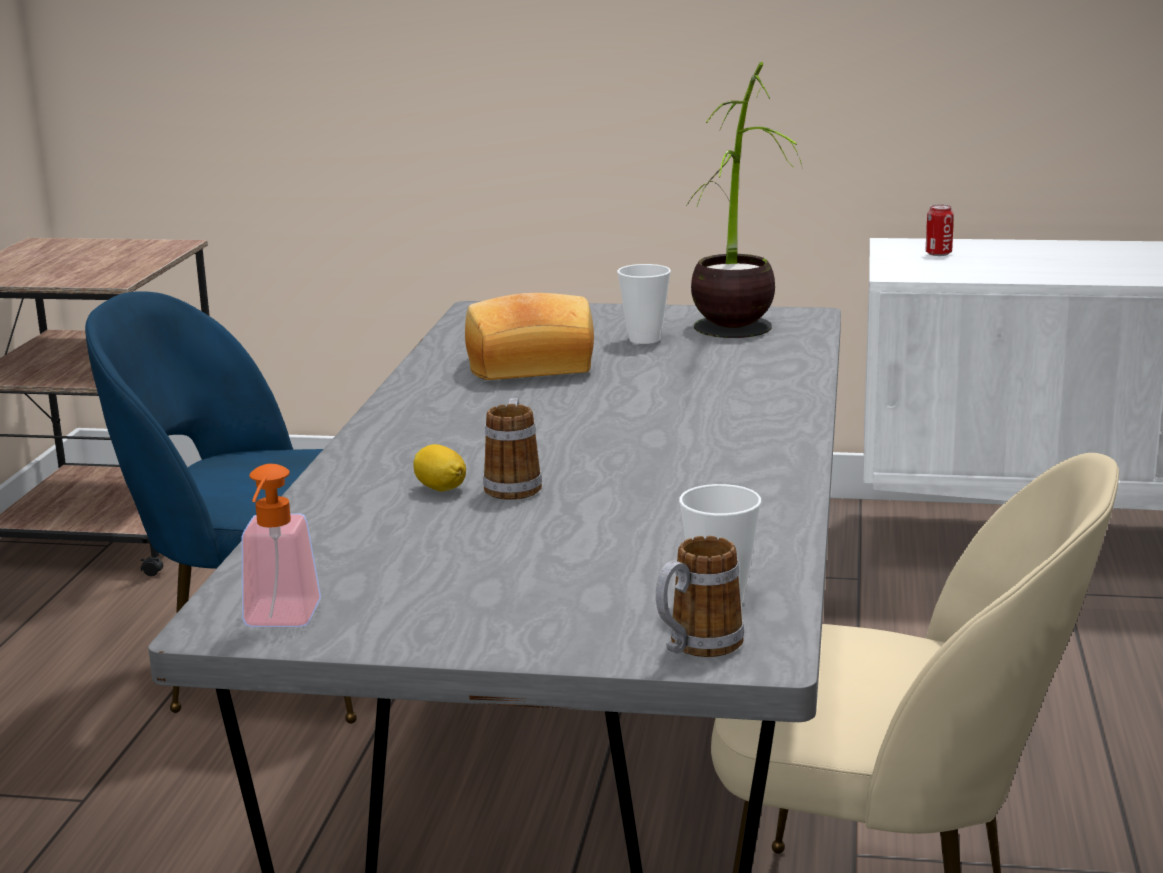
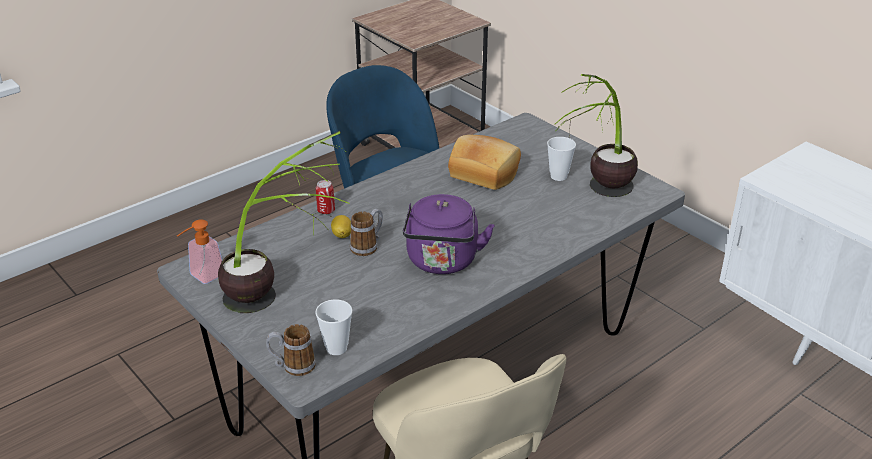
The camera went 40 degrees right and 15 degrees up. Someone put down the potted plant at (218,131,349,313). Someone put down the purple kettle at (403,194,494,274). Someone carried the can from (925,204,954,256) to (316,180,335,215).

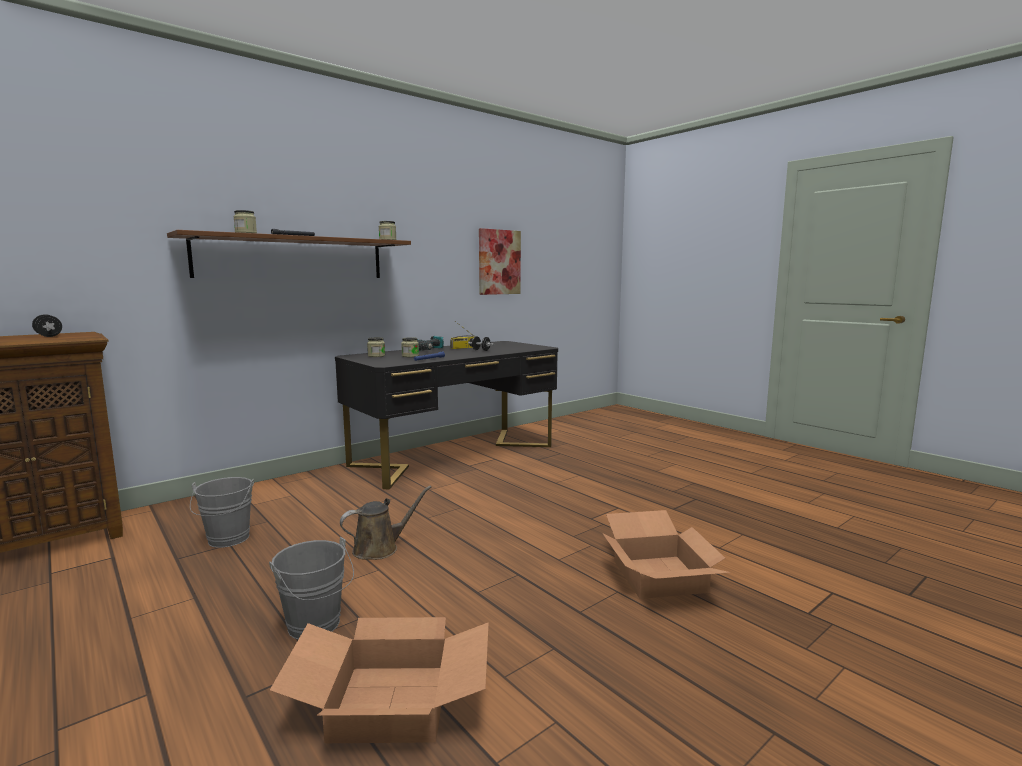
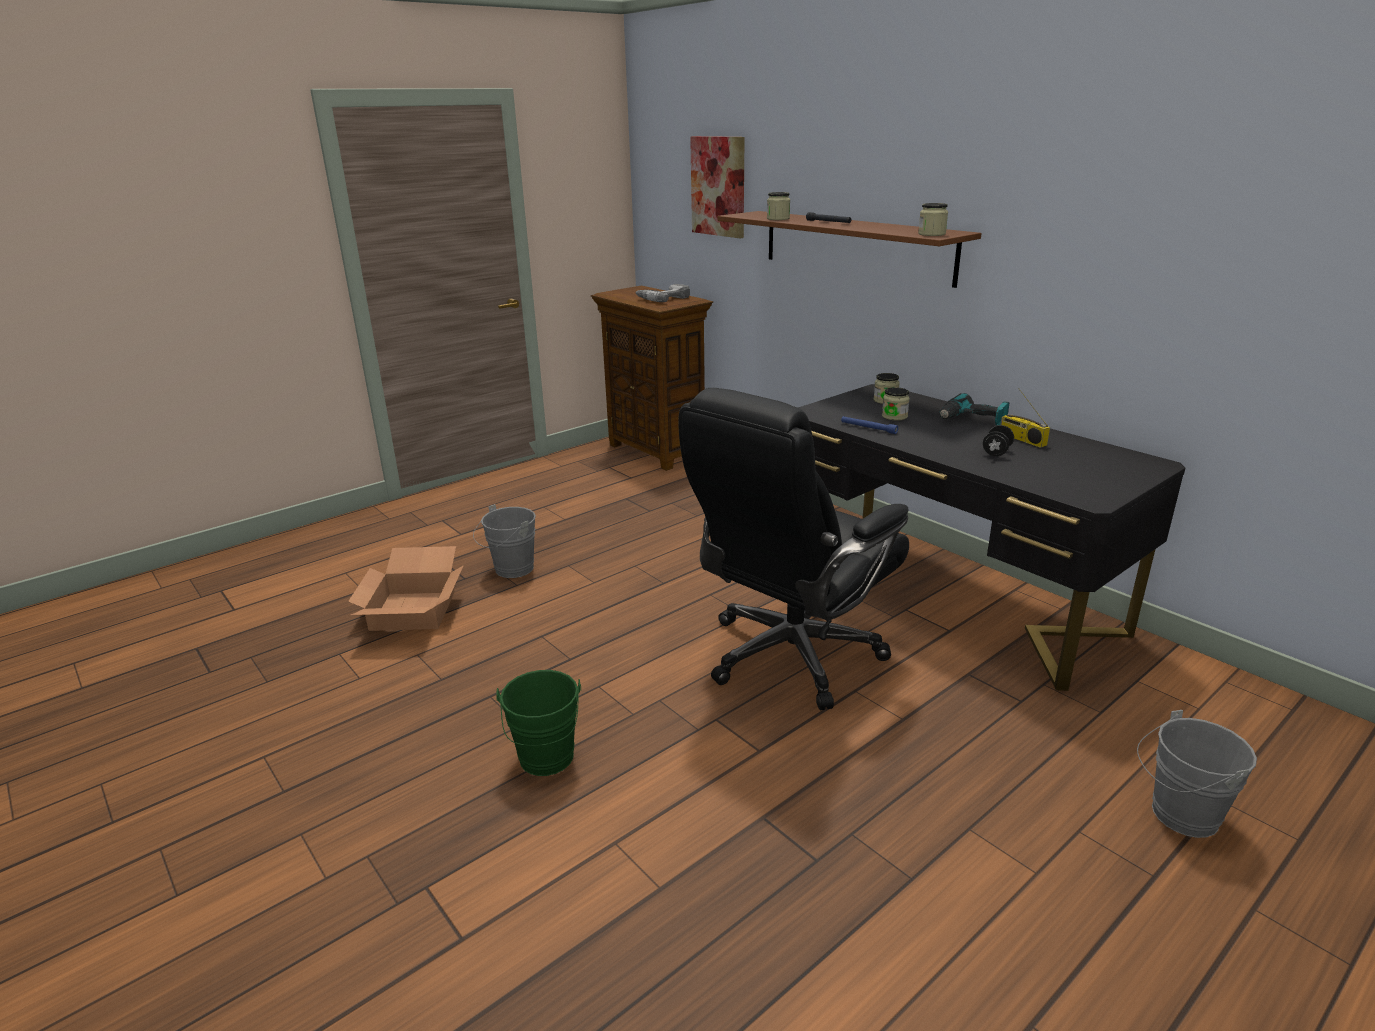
The camera went 90 degrees right and 15 degrees up. Someone took away the brown watering can at (340,486,431,560). Someone put down the black office chair at (678,388,909,710). Someone carried the grey bucket from (190,477,254,548) to (1137,710,1257,838). Someone carried the picture from (479,228,521,295) to (690,136,745,238). Someone swapped the black dumbbell at (32,314,62,337) for the power drill at (636,284,690,302). Someone swapped the cardboard box at (602,510,730,599) for the green bucket at (496,670,581,776).

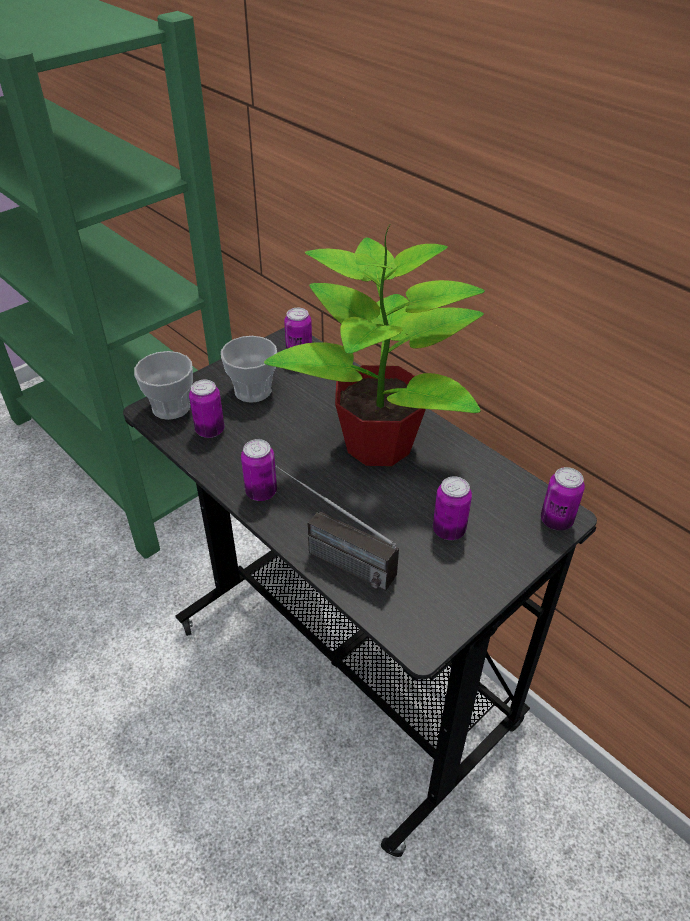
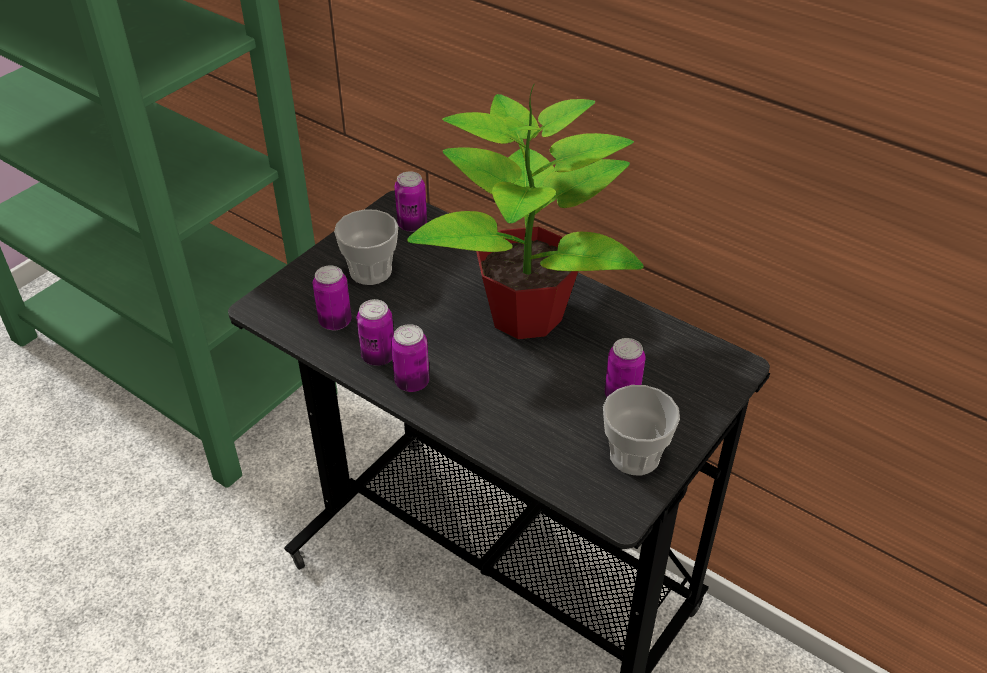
The camera went 10 degrees left and 0 degrees up. Someone took away the radio at (275,465,399,591). Someone carried the cup from (134,351,193,420) to (603,385,680,475). Someone carried the can from (541,467,585,531) to (357,299,394,366).

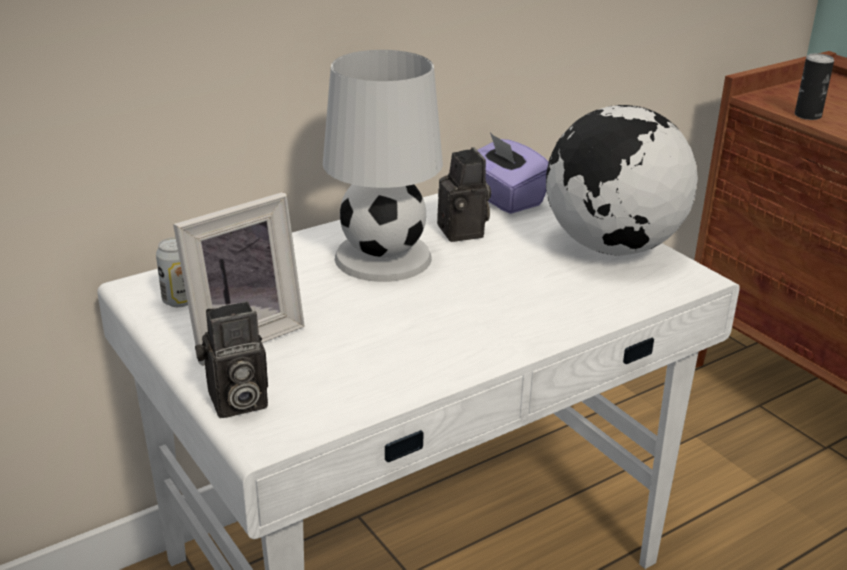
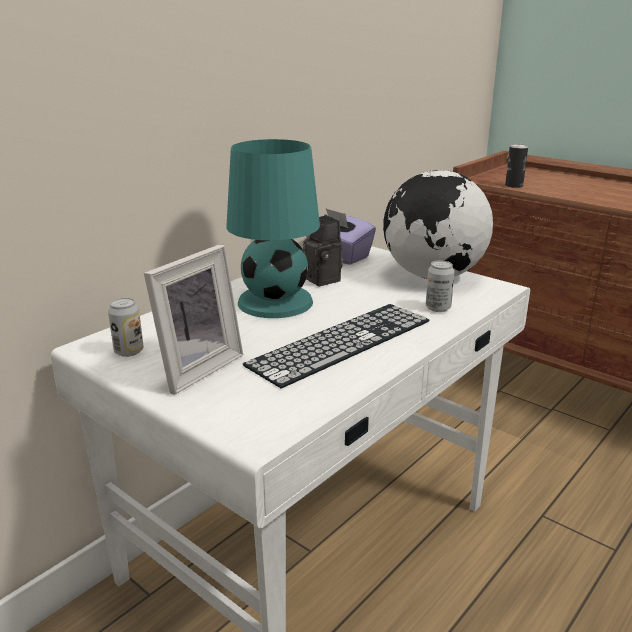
The camera went 15 degrees left and 5 degrees down. Someone took away the photo camera at (195,301,268,418). Someone put down the keyboard at (243,304,429,389). Someone put down the can at (426,260,455,312). Someone repainted the white table lamp at (323,50,443,282), which became the turquoise table lamp at (226,139,320,318).

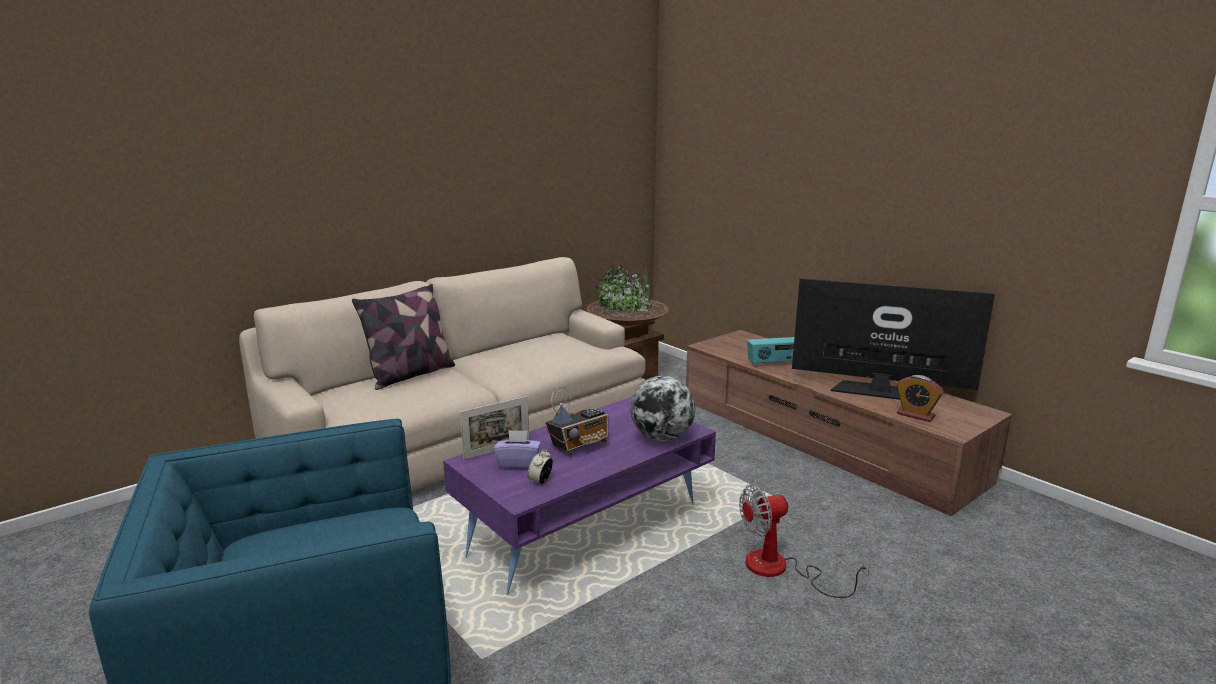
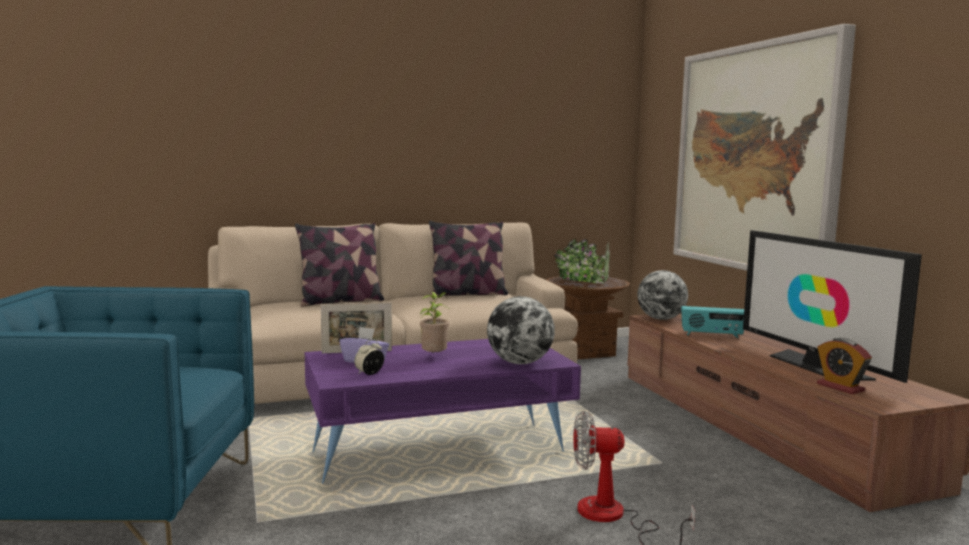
The camera went 20 degrees right and 10 degrees down. Someone put down the pillow at (429,221,508,297). Someone put down the globe at (637,270,688,320). Someone put up the picture at (673,24,856,271). Someone swapped the radio at (546,386,609,455) for the potted plant at (420,291,449,353). Someone rotated the television at (792,278,995,400) by 150 degrees counterclockwise.

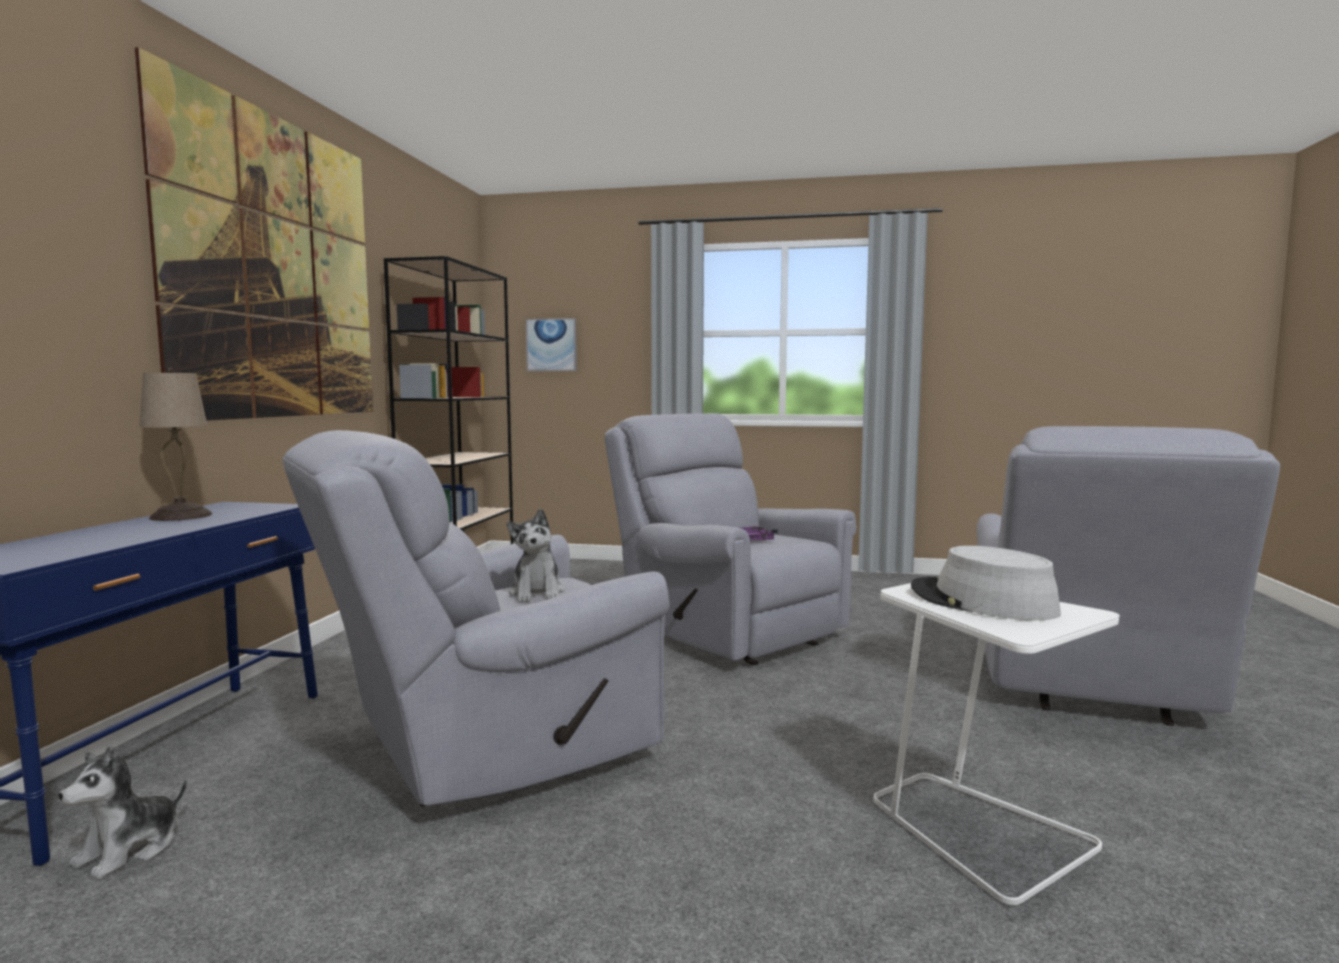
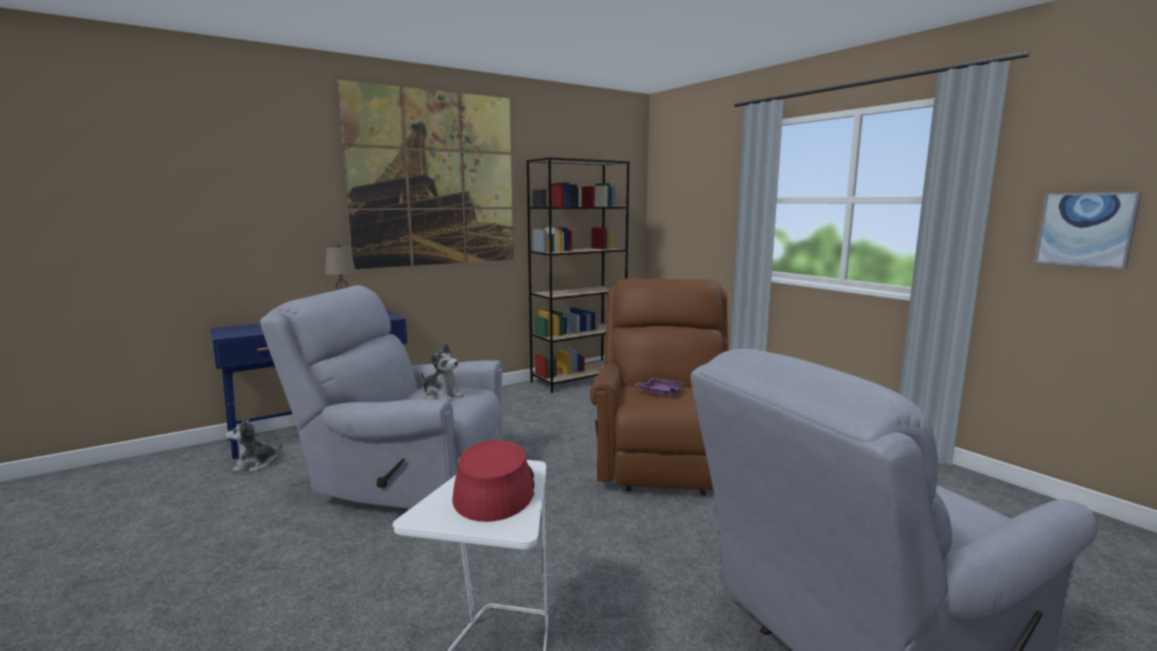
The camera went 45 degrees right and 5 degrees up. Someone carried the picture from (526,318,577,371) to (1035,192,1142,269). Someone repainted the grey armchair at (604,413,857,665), which became the brown armchair at (590,278,729,495). Someone repainted the grey hat at (911,546,1061,620), which became the red hat at (453,440,535,522). Someone rotated the plush toy at (507,509,565,602) by 90 degrees counterclockwise.

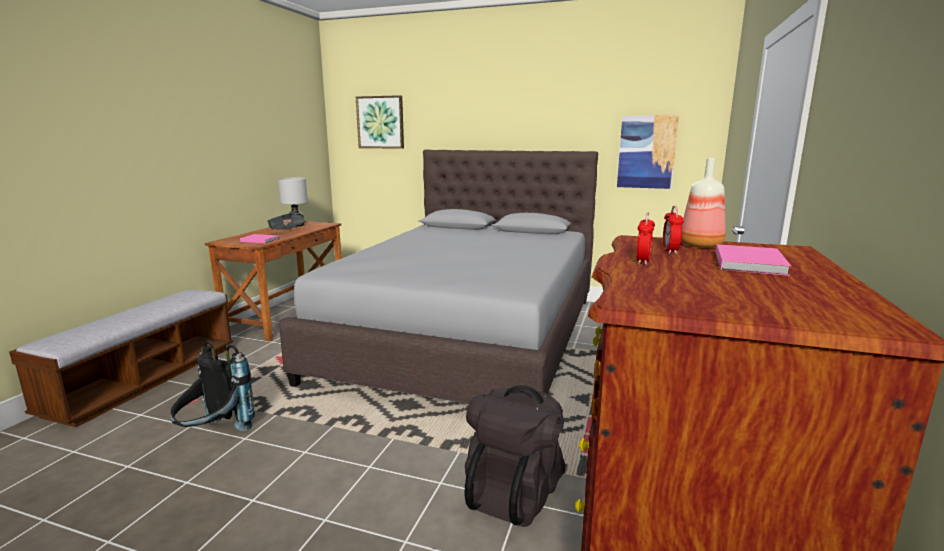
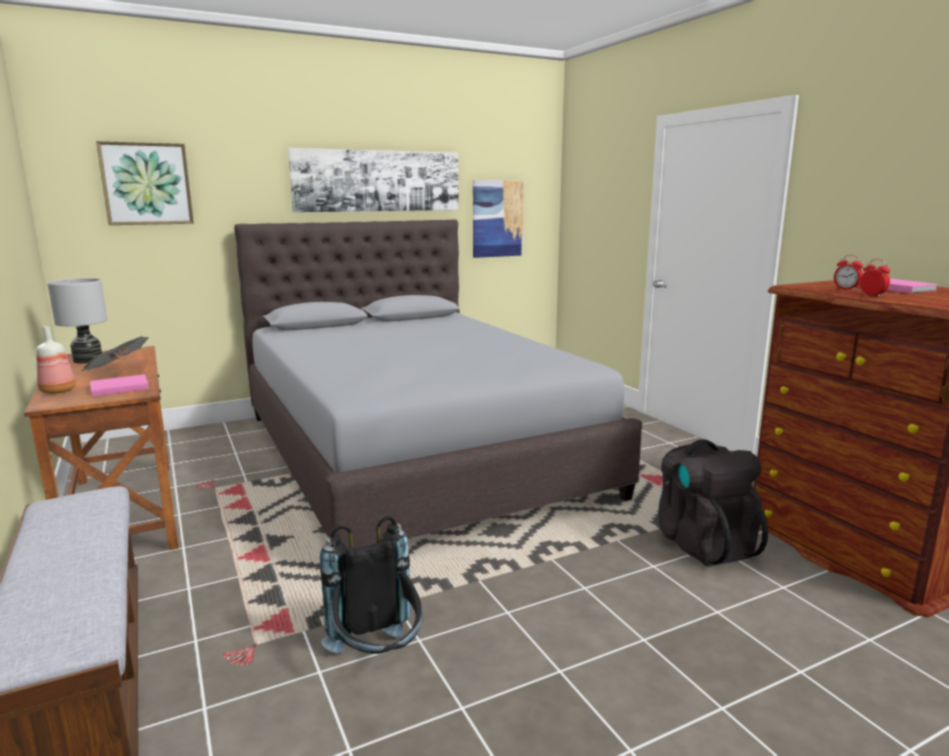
The camera went 45 degrees left and 0 degrees up. Someone put up the picture at (288,148,459,212). Someone carried the bottle from (681,158,726,248) to (36,326,76,394).

